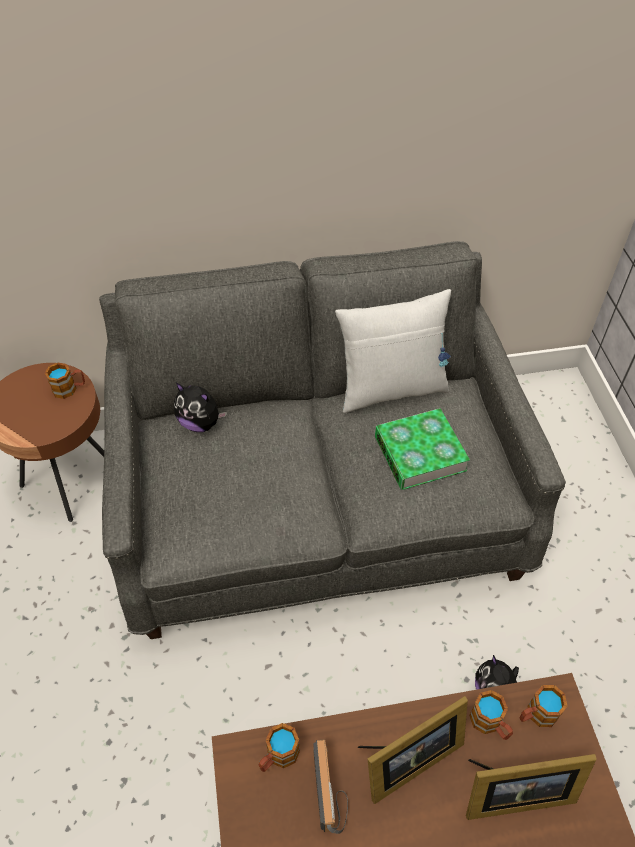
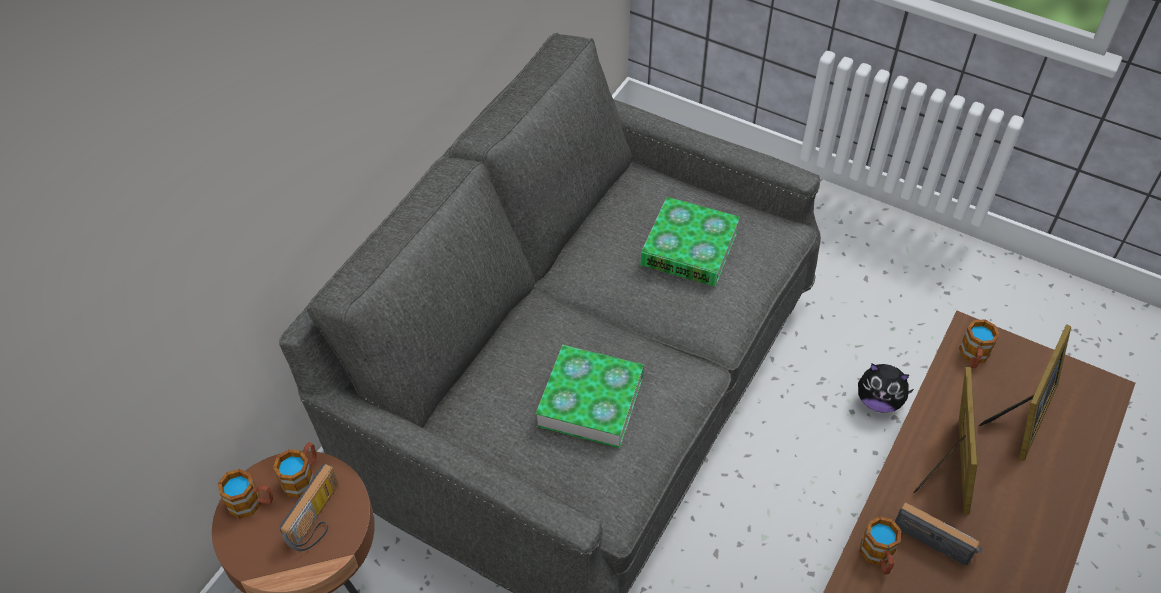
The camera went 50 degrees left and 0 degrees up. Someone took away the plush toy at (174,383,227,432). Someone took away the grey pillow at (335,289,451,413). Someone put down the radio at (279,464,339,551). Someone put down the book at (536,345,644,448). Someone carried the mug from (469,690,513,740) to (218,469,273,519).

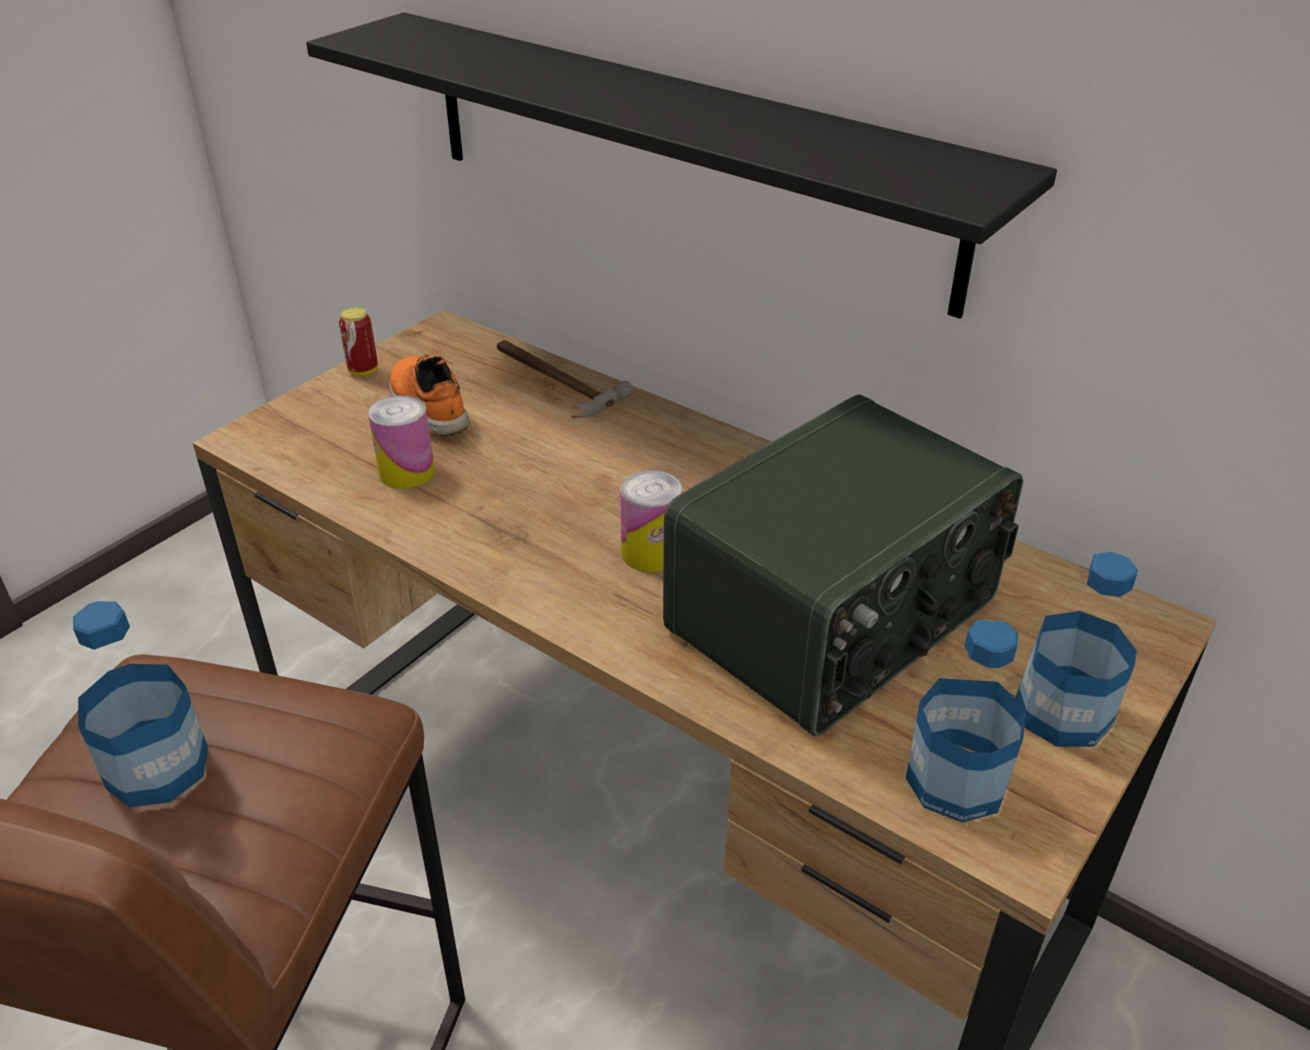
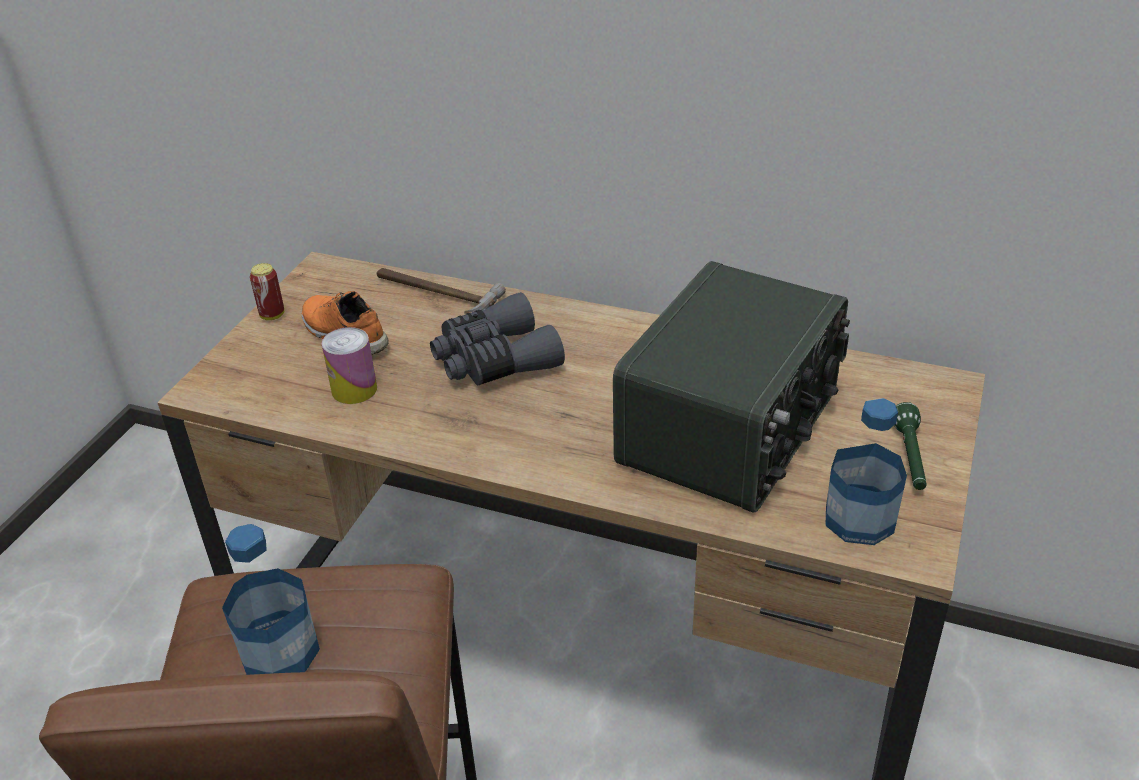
The camera went 15 degrees left and 0 degrees up. Someone took away the black shelf at (306,12,1057,319). Someone took away the can at (620,470,682,572). Someone put down the grey binoculars at (430,292,565,386). Someone swapped the bottle at (1015,552,1138,747) for the green flashlight at (894,402,927,490).

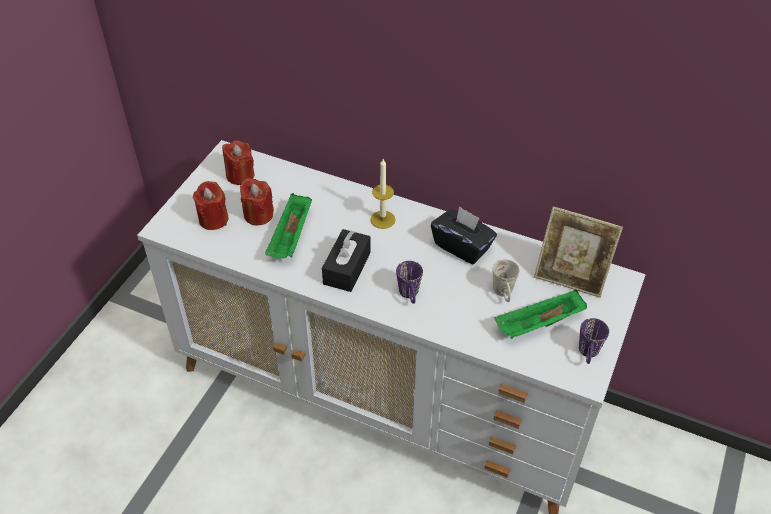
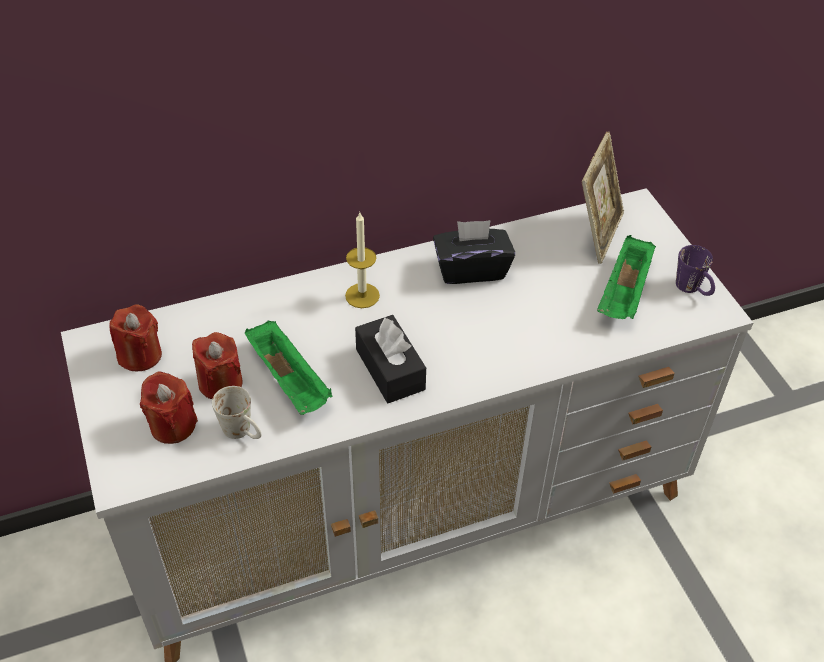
The camera went 45 degrees left and 0 degrees up. Someone took away the purple mug at (396,261,423,304). Someone carried the white mug from (492,259,520,302) to (212,386,261,439). Someone rotated the picture frame at (534,206,623,298) by 45 degrees counterclockwise.

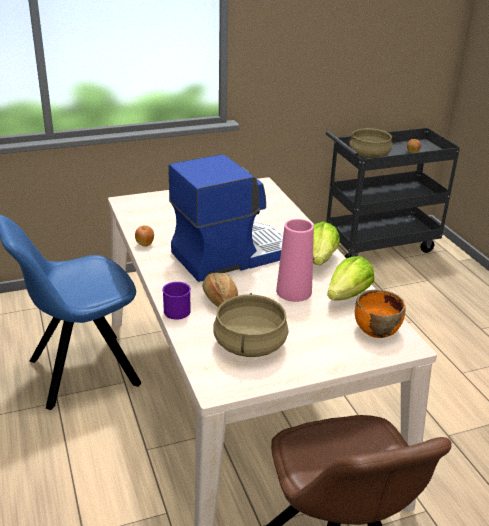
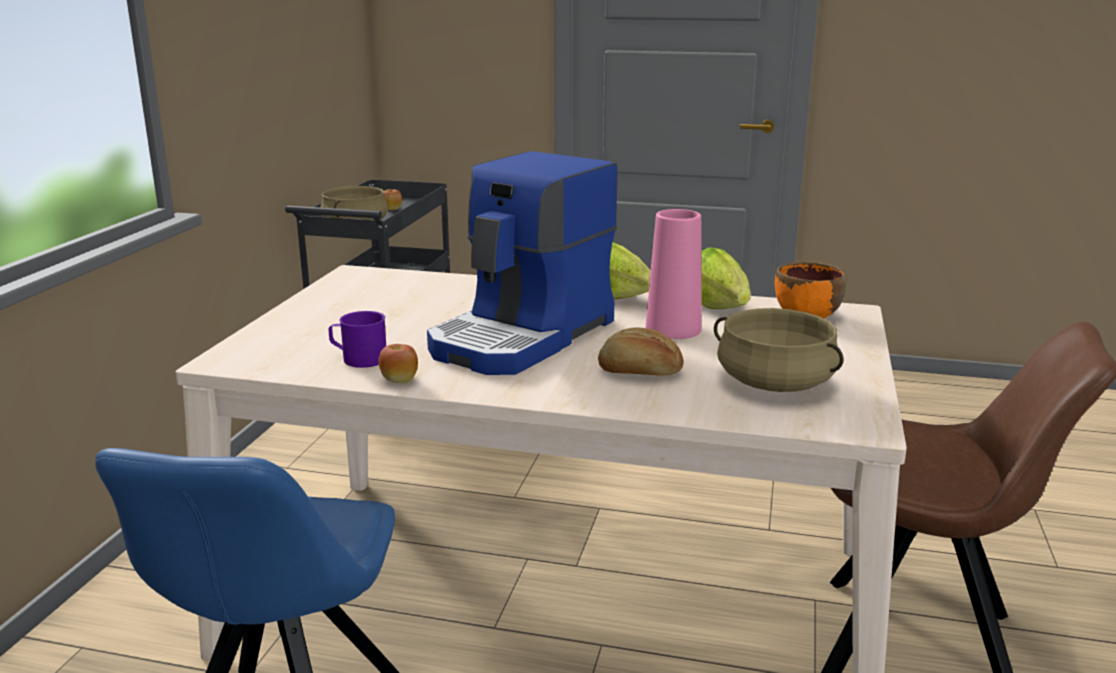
The camera went 55 degrees left and 10 degrees down. Someone carried the purple mug from (162,282,191,320) to (329,311,386,368). Someone rotated the coffee machine at (168,154,283,282) by 150 degrees counterclockwise.

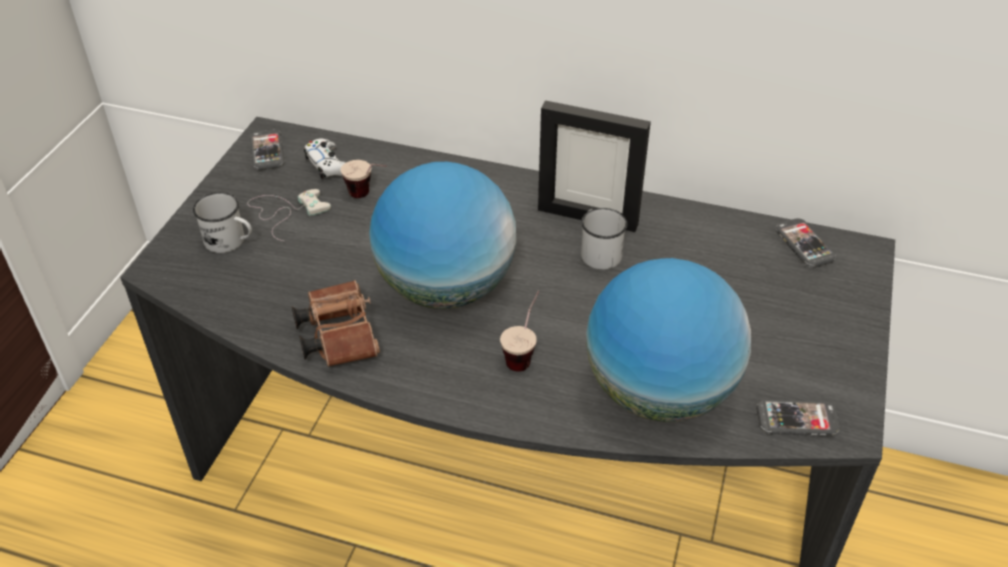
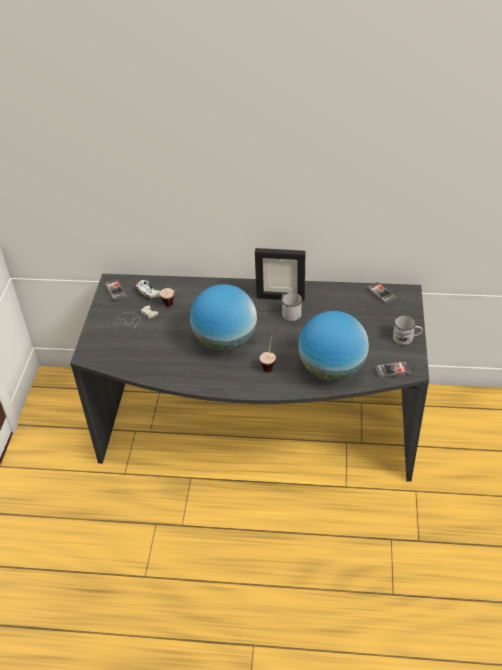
The camera went 10 degrees left and 0 degrees up. Someone took away the brown binoculars at (292,280,380,367). Someone carried the white mug from (193,192,252,253) to (393,315,423,345).

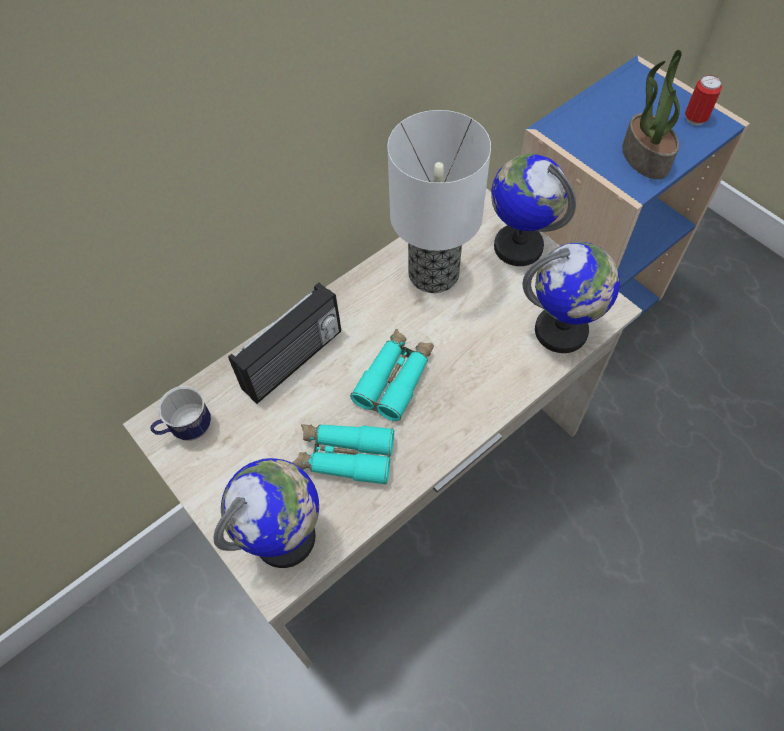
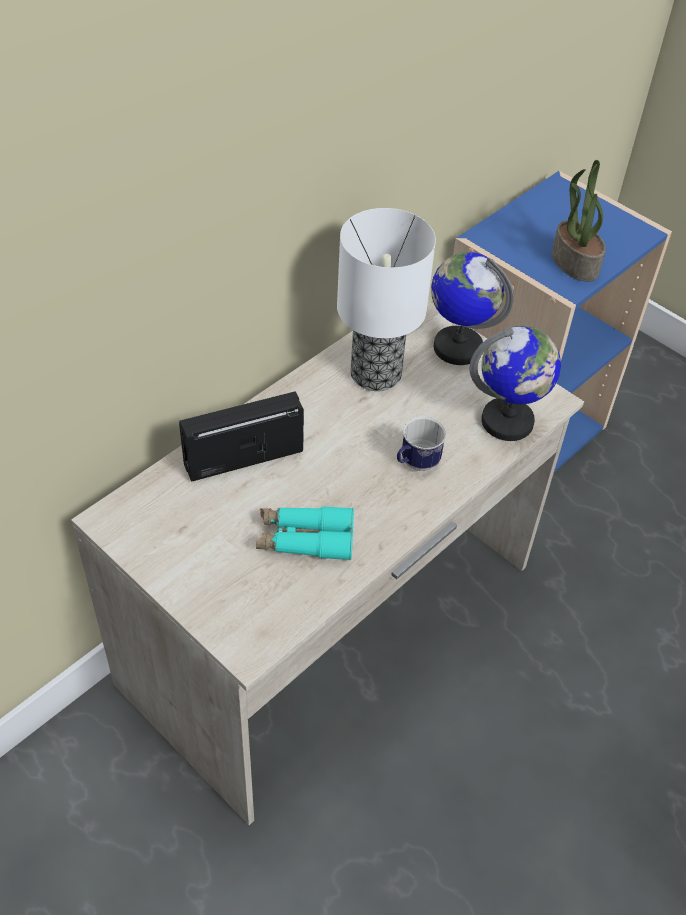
The camera went 10 degrees left and 10 degrees down. Someone took away the globe at (214,458,319,568). Someone took away the turquoise binoculars at (350,329,434,421). Someone took away the can at (685,75,722,125). Someone carried the mug from (150,386,211,441) to (397,416,447,471). Someone rotated the radio at (228,283,341,404) by 150 degrees counterclockwise.

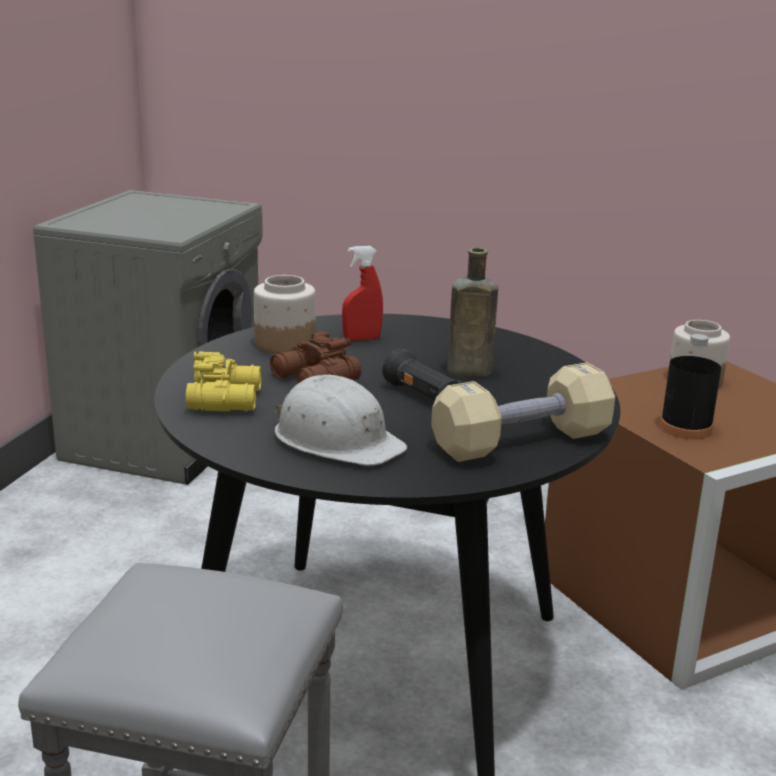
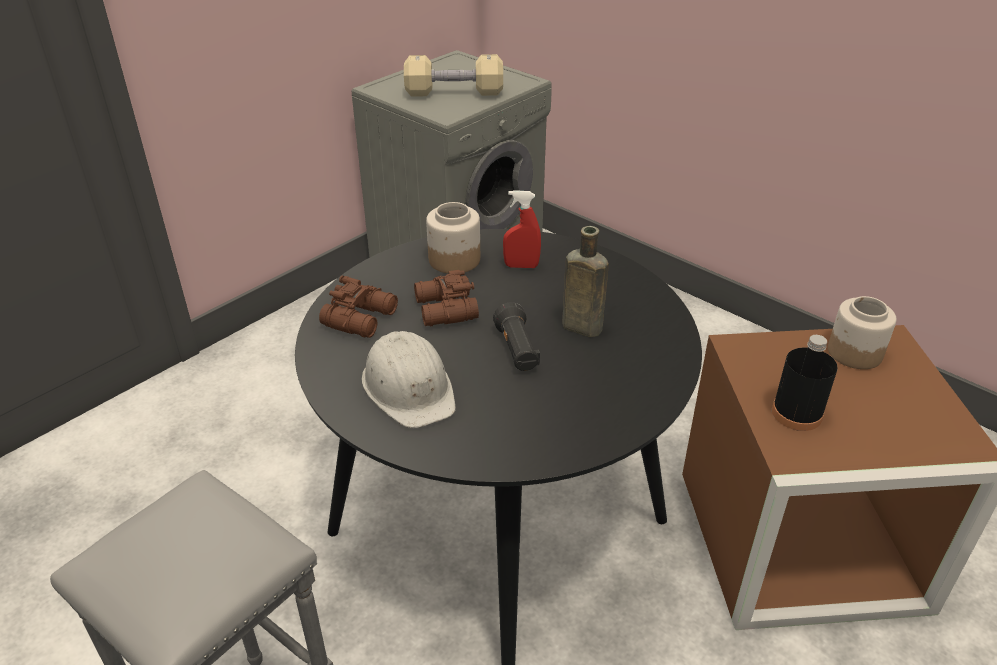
The camera went 25 degrees right and 15 degrees up. Someone carried the beige dumbbell from (431,362,615,462) to (404,54,503,97). Someone repainted the yellow binoculars at (186,351,261,412), which became the brown binoculars at (319,276,398,338).

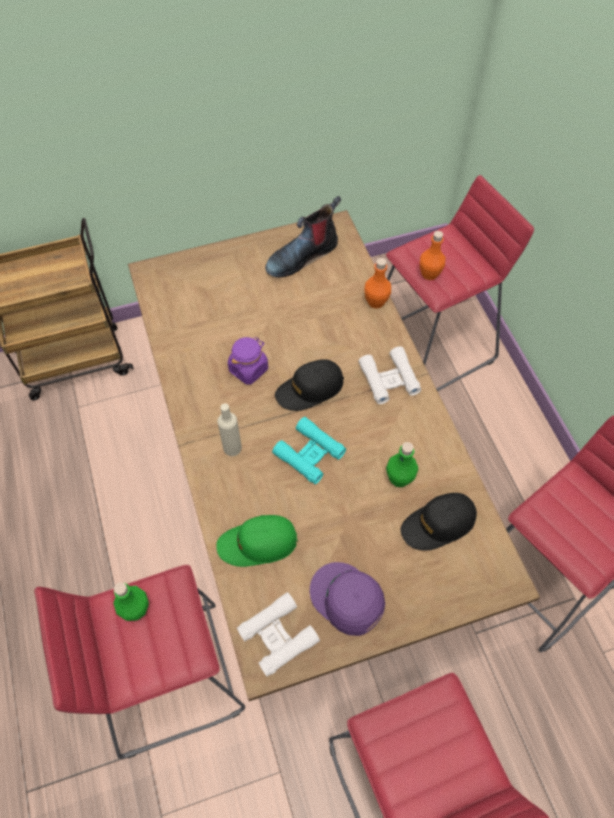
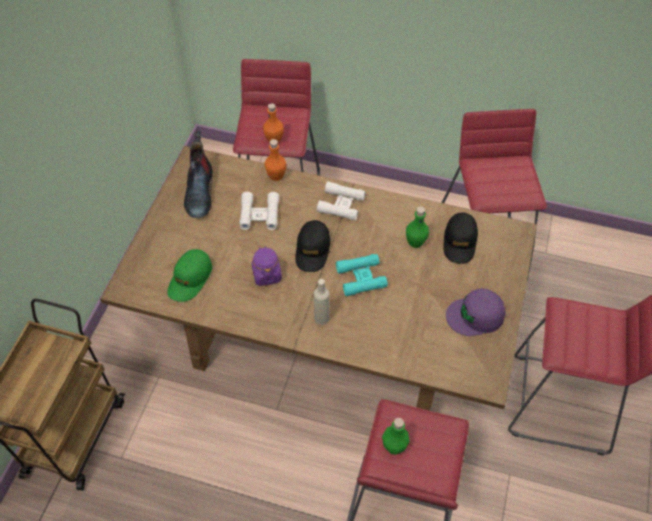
The camera went 55 degrees left and 5 degrees down. Someone carried the green cap from (216,515,298,567) to (167,249,212,302). Someone carried the white binoculars from (237,592,320,676) to (239,192,279,230).

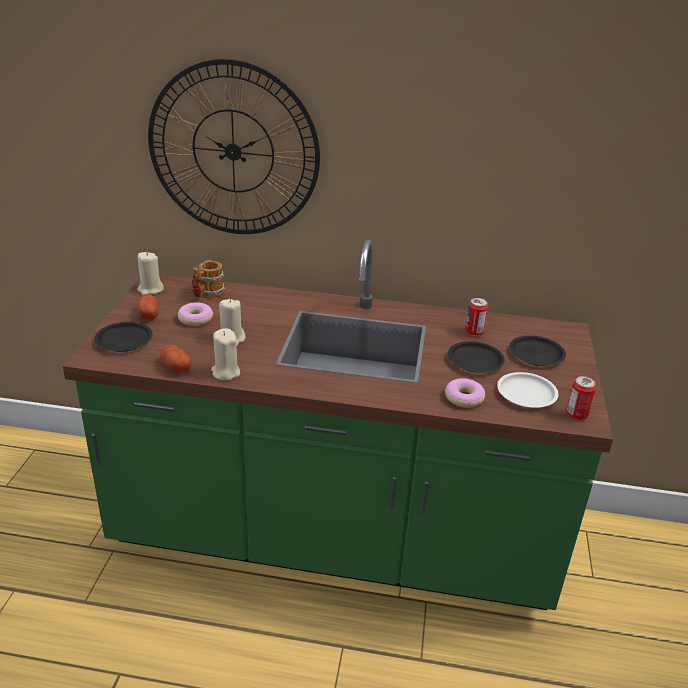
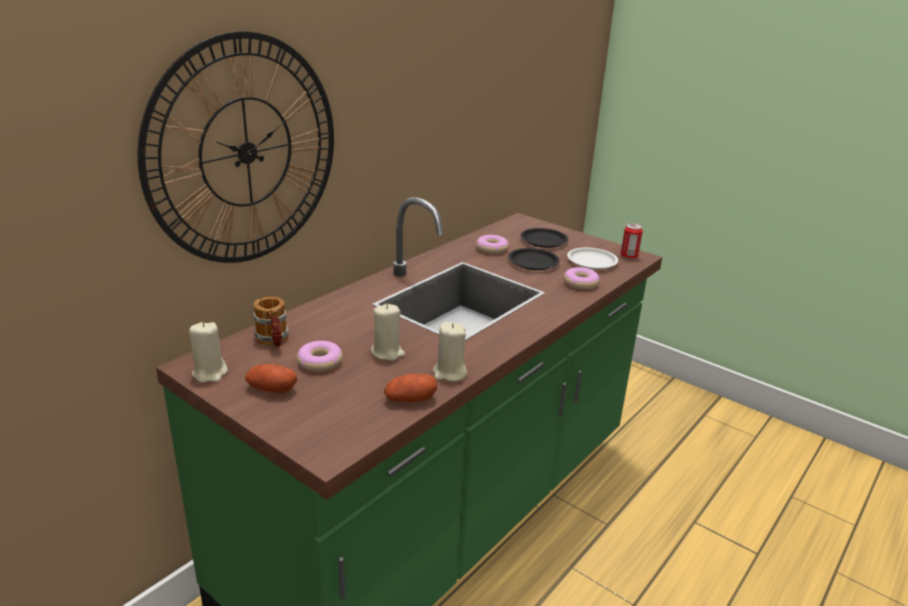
The camera went 60 degrees left and 5 degrees down. Someone took away the black plate at (94,322,153,352). Someone swapped the can at (465,298,488,336) for the donut at (476,235,509,254).

